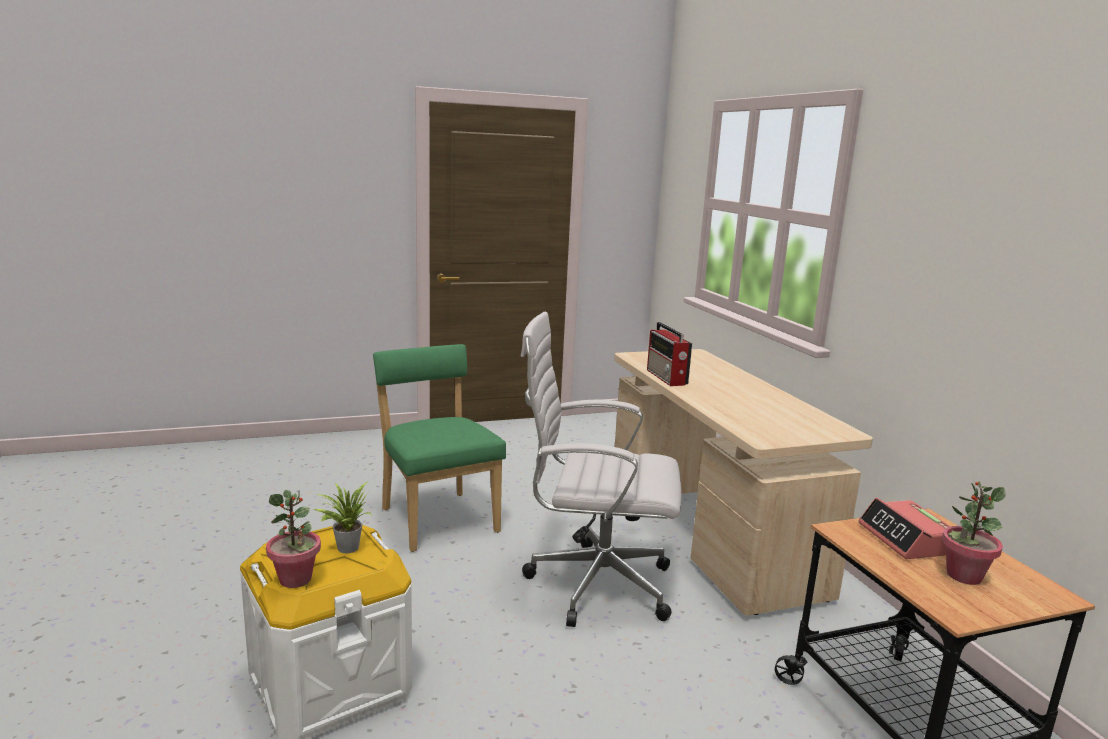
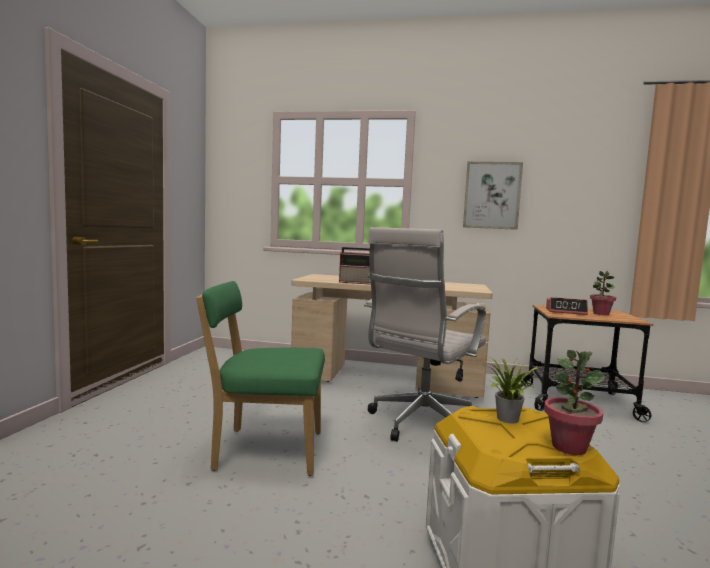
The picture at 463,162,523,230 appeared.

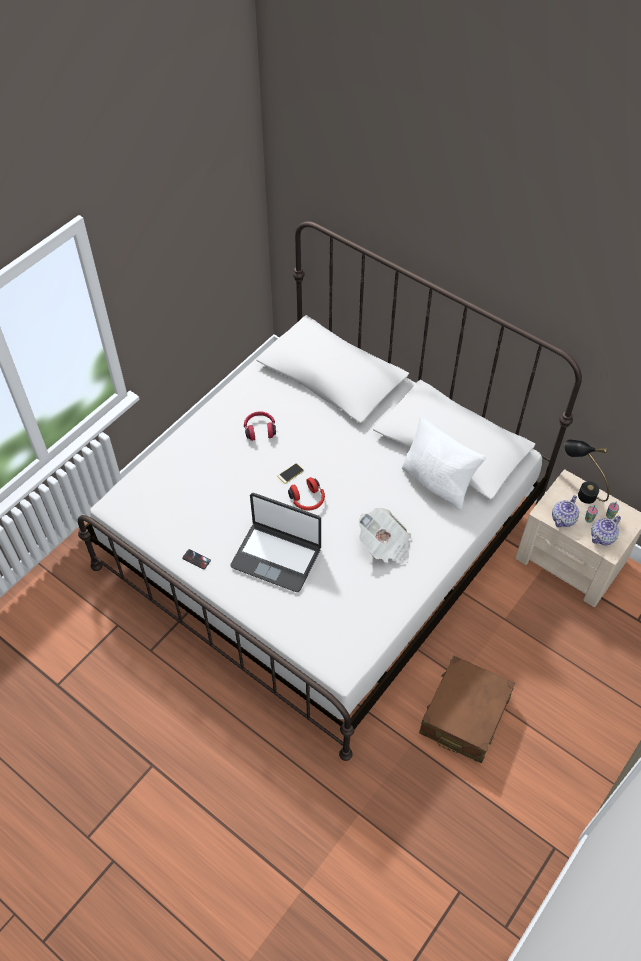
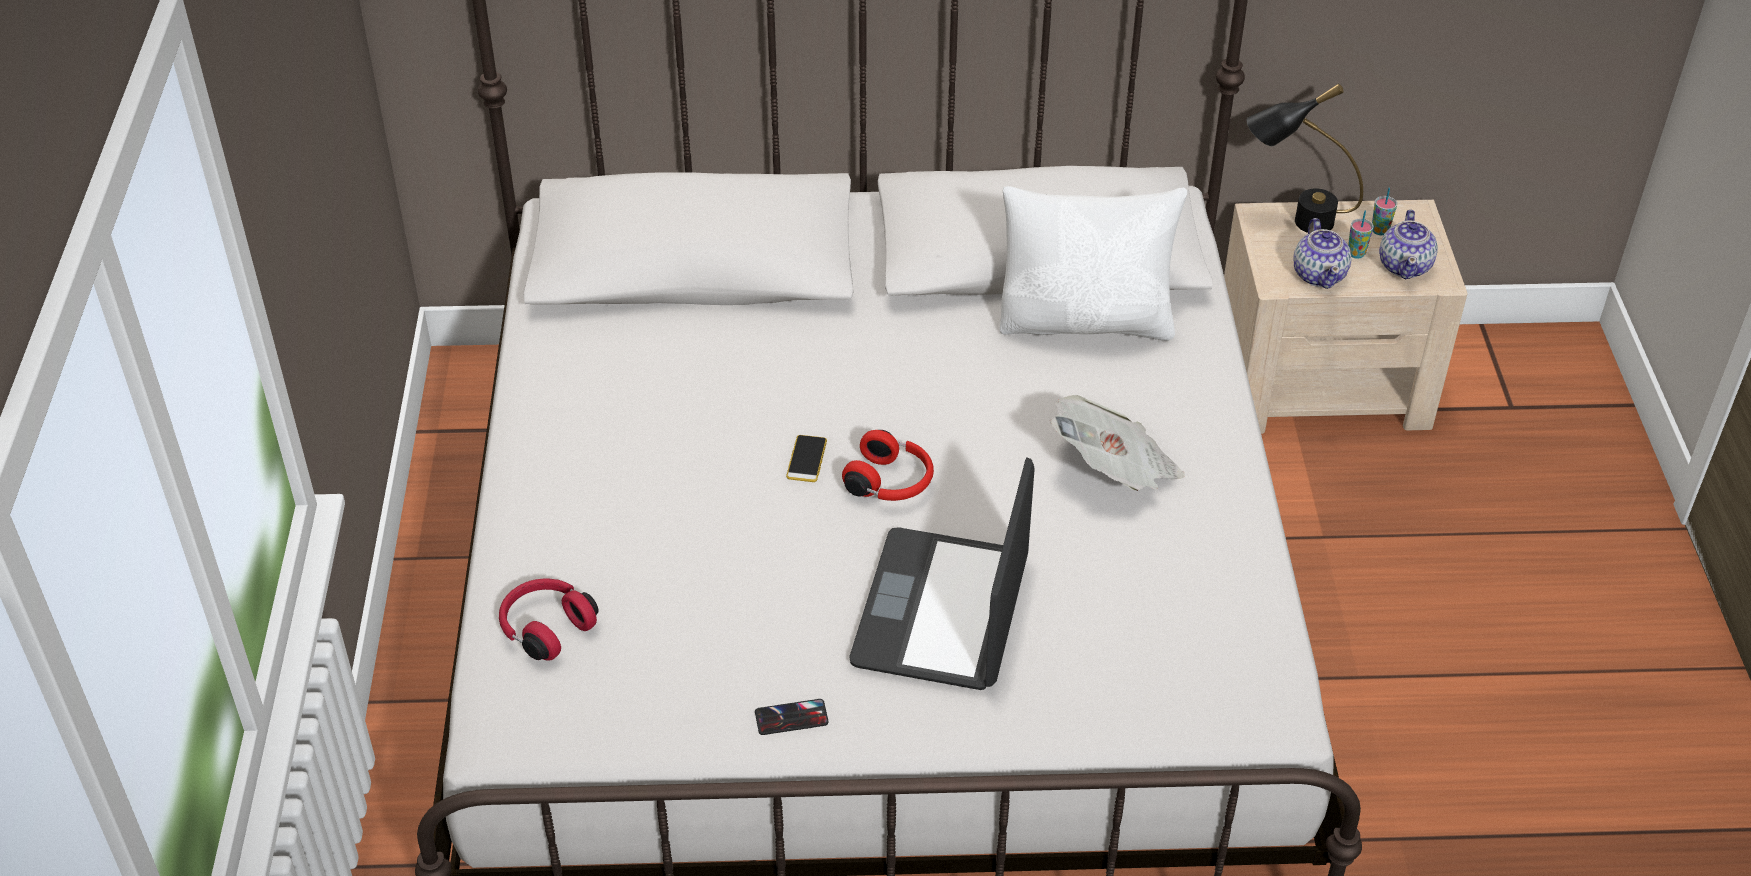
The headphones in red moved from 244,411,276,441 to 499,579,598,661.
The laptop at 230,493,321,592 turned 120 degrees clockwise.
The suitcase in brown at 419,656,515,763 disappeared.

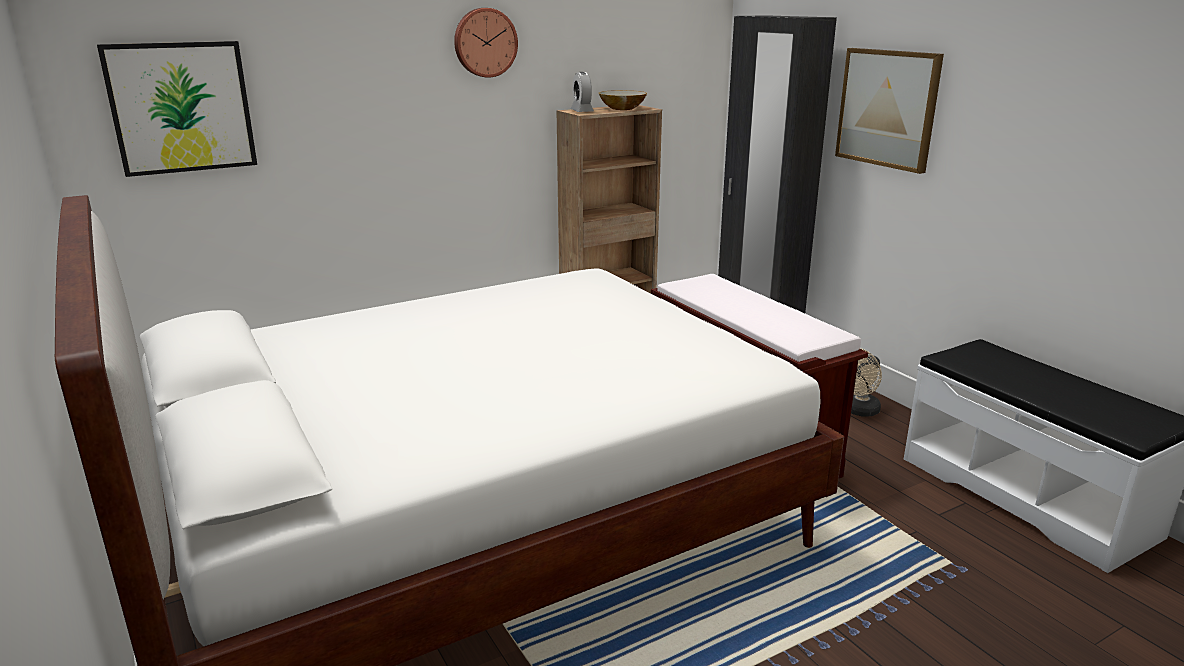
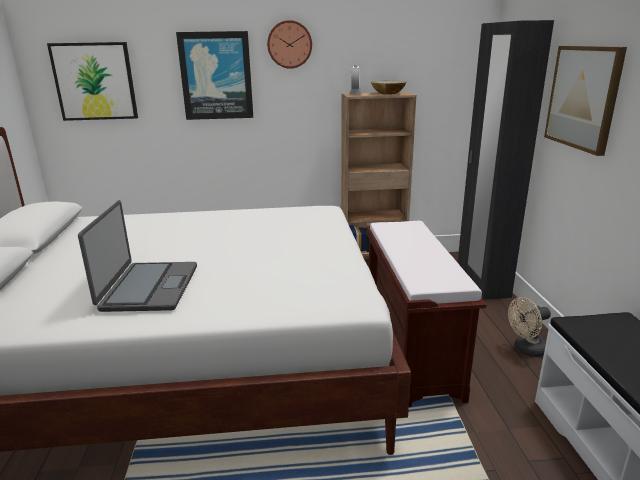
The picture at 176,31,253,120 appeared.
The laptop at 78,200,197,312 appeared.

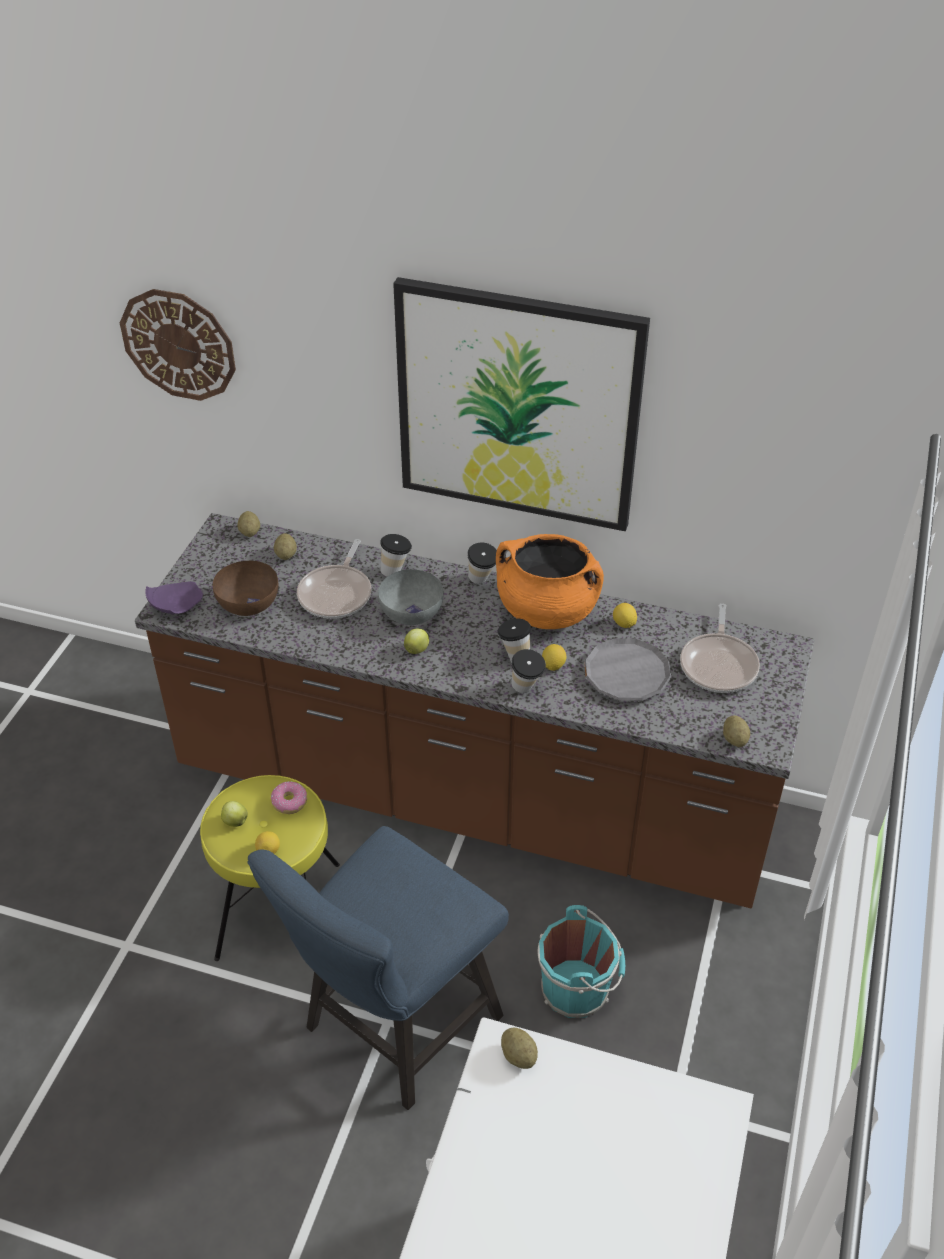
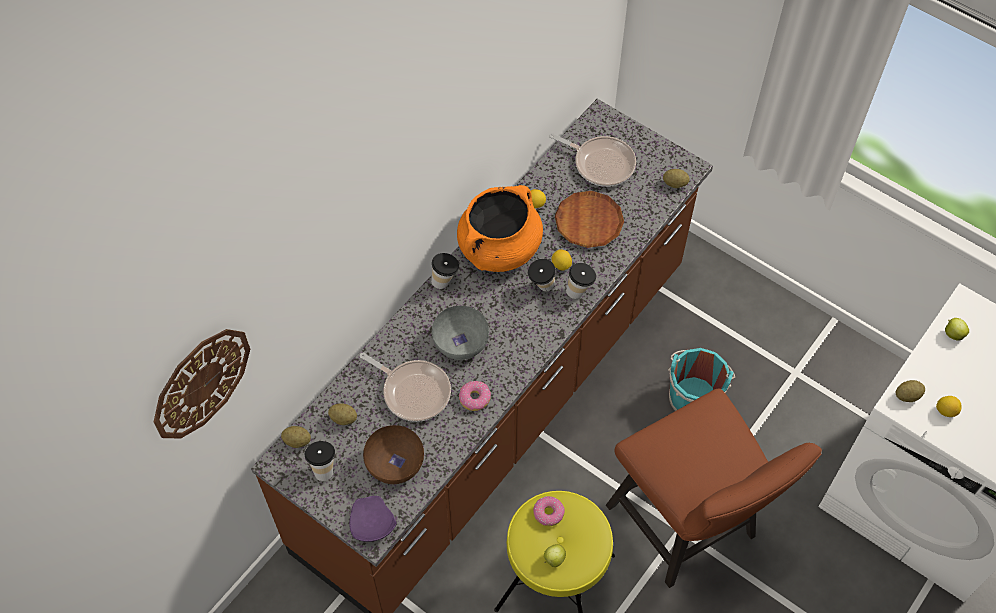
The picture at 393,277,650,531 disappeared.
The cup moved from 380,534,412,577 to 305,441,335,481.
The apple moved from 404,628,429,654 to 945,318,969,341.
The plate in grey at 584,638,672,701 became the plate in brown at 555,191,624,248.
The chair in blue at 248,826,509,1110 became the chair in brown at 606,388,822,588.
The lemon moved from 255,831,280,854 to 936,396,961,417.
The donut at 459,381,491,411 appeared.

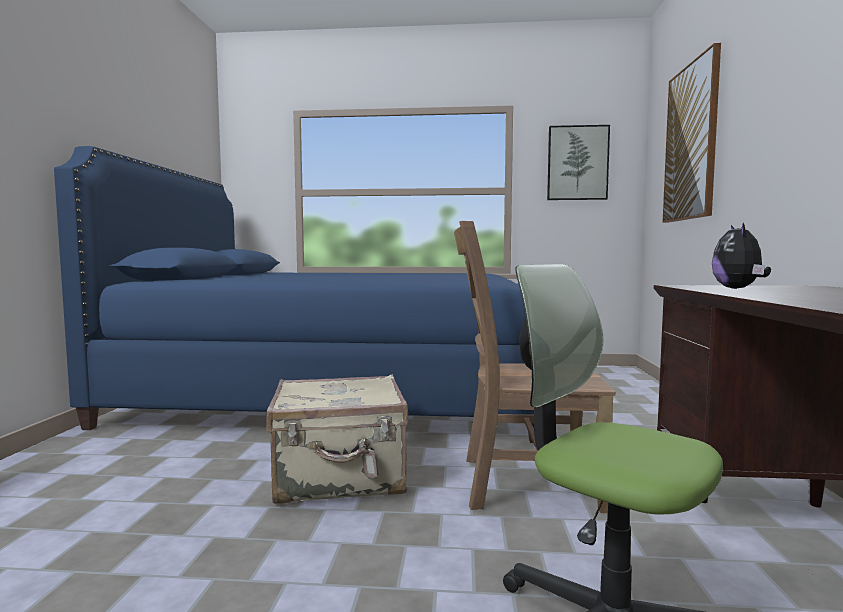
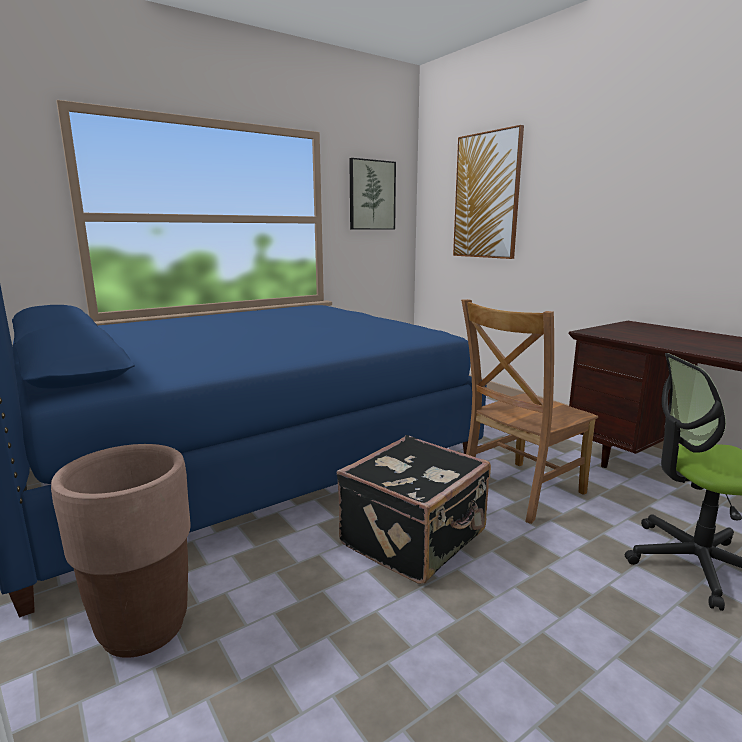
The plush toy at 712,223,771,289 disappeared.
The suitcase in beige at 266,375,408,504 became the suitcase in black at 337,435,491,584.
The planter in brown at 51,444,190,658 appeared.

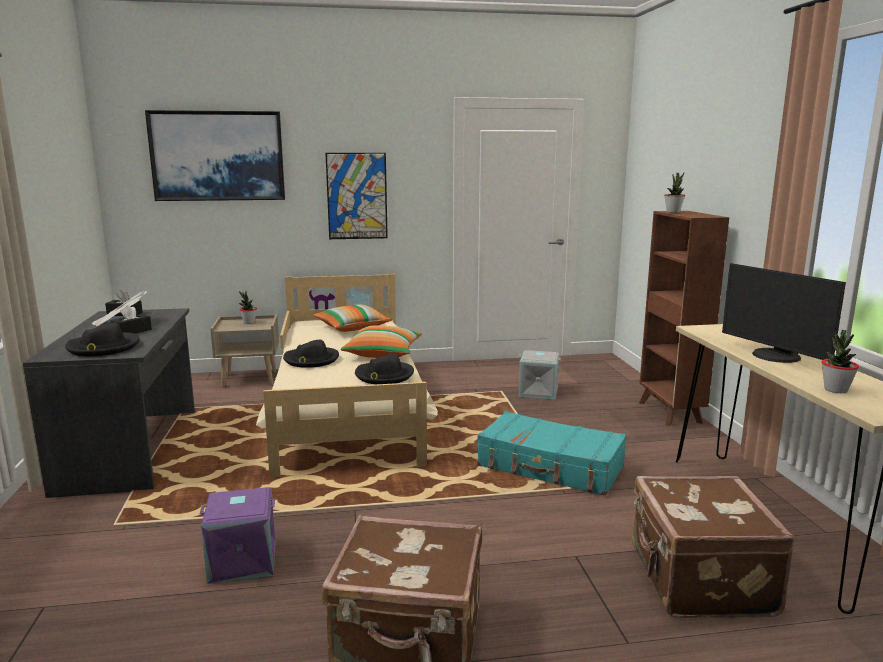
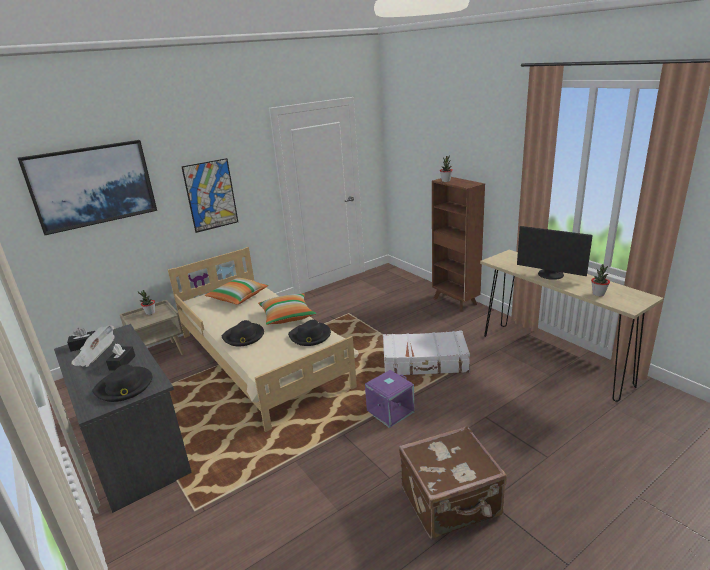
The storage box in grey at 518,350,561,400 disappeared.
The suitcase in turquoise at 477,411,626,496 became the suitcase in white at 383,330,470,375.
The suitcase in brown at 632,476,795,618 disappeared.
The storage box in purple moved from 200,487,275,584 to 365,370,415,428.

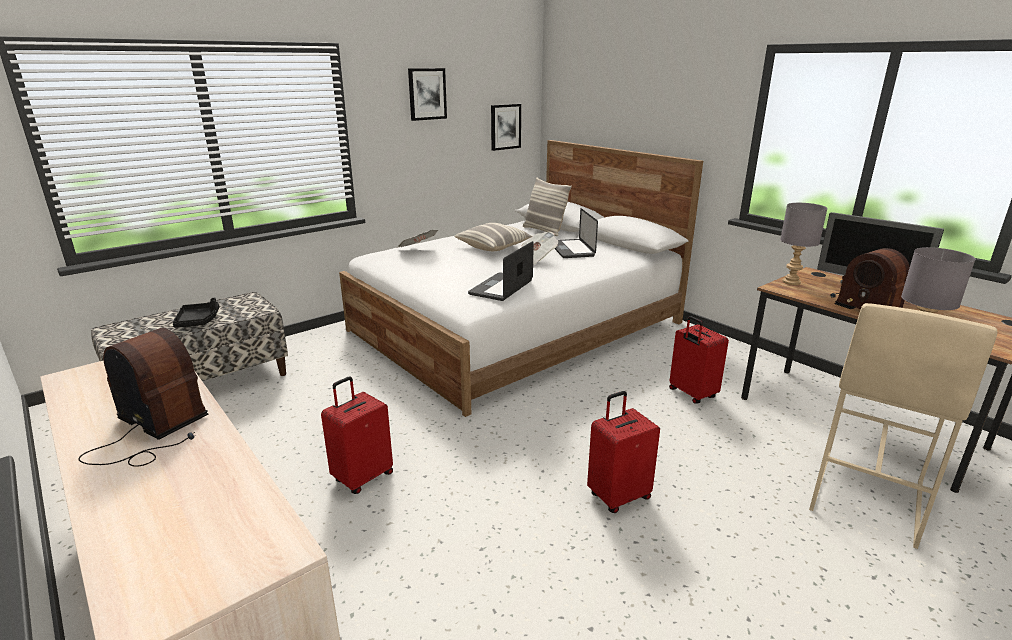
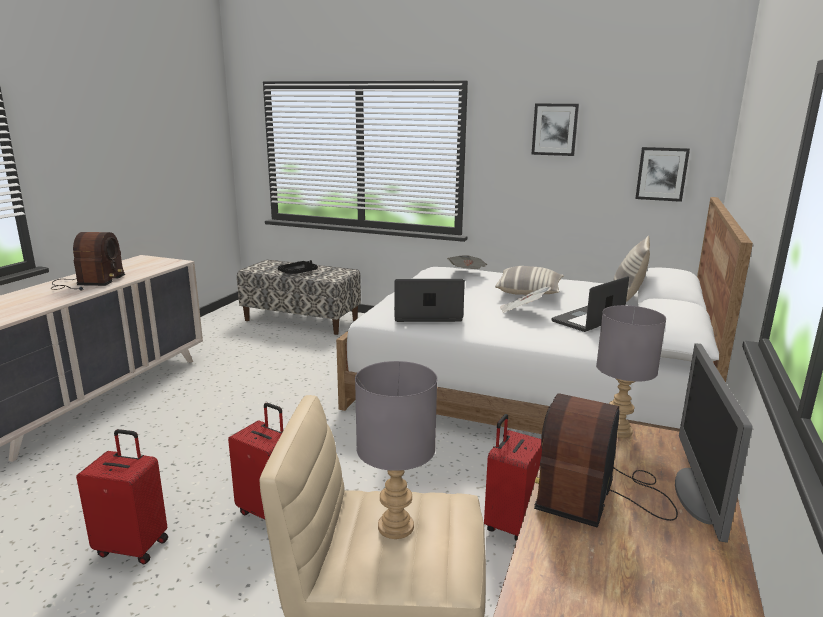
The suitcase in red moved from 321,377,393,494 to 76,429,168,564.

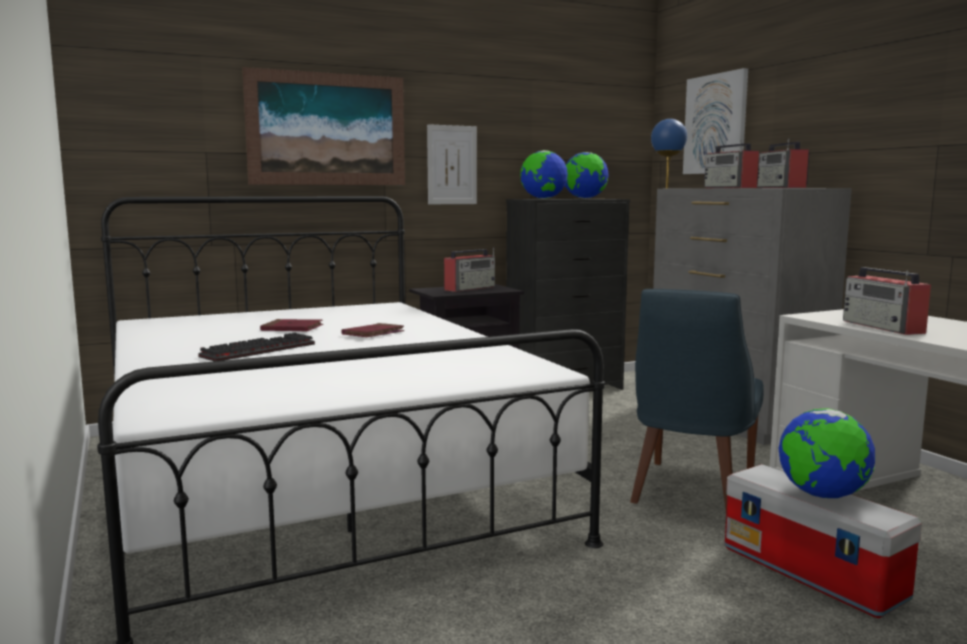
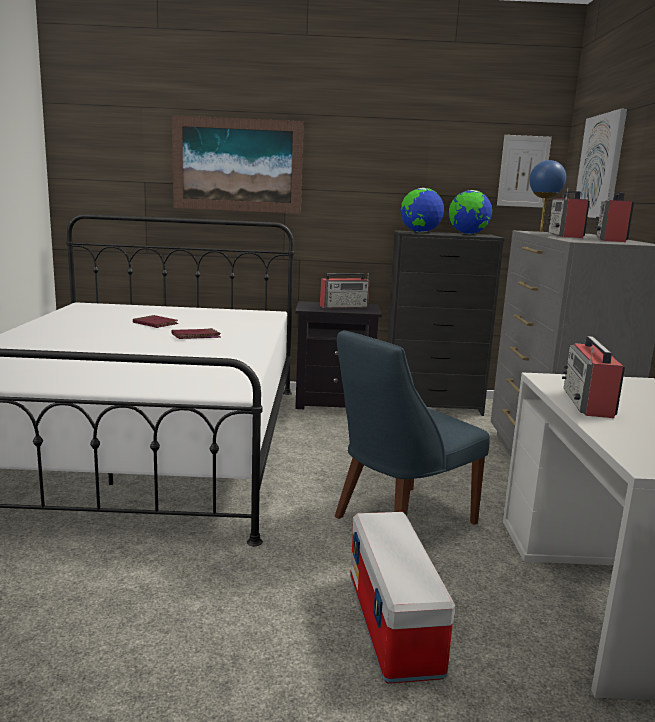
The picture moved from 427,124,477,204 to 497,135,552,208.
The keyboard at 198,333,315,361 disappeared.
The globe at 778,408,875,498 disappeared.

